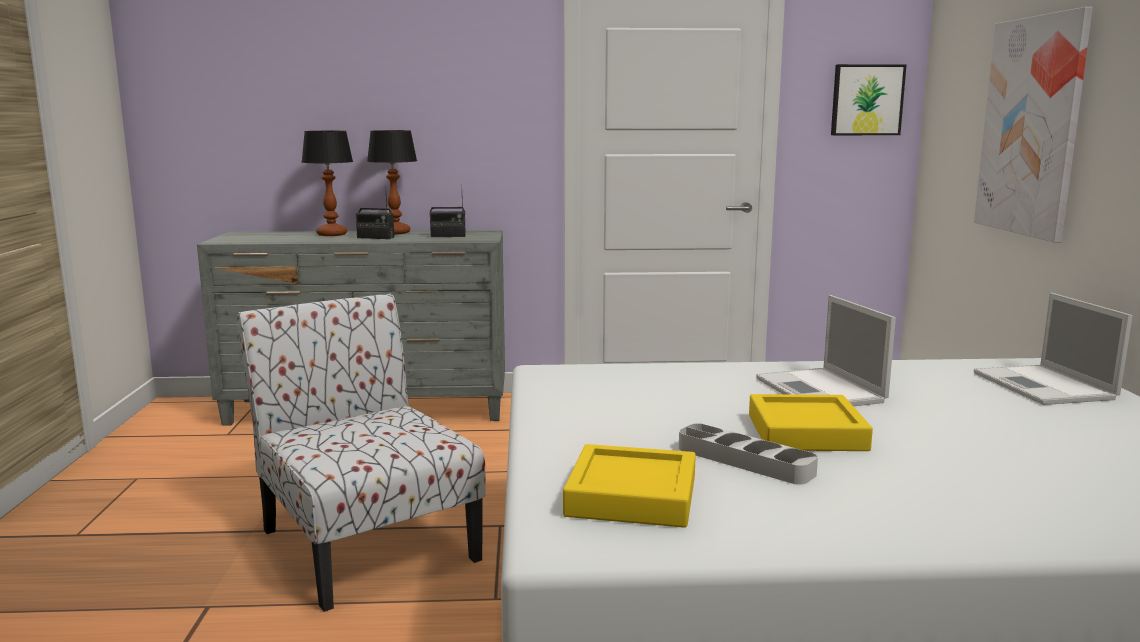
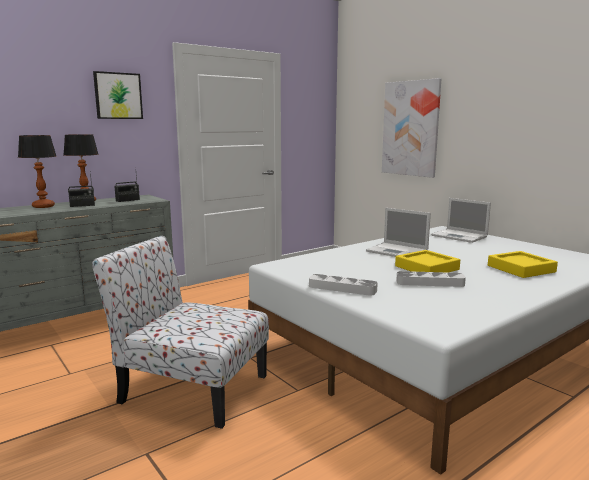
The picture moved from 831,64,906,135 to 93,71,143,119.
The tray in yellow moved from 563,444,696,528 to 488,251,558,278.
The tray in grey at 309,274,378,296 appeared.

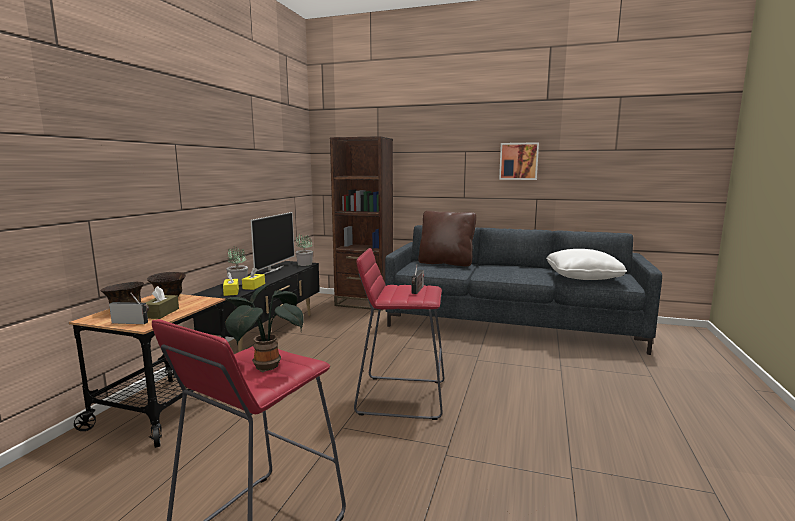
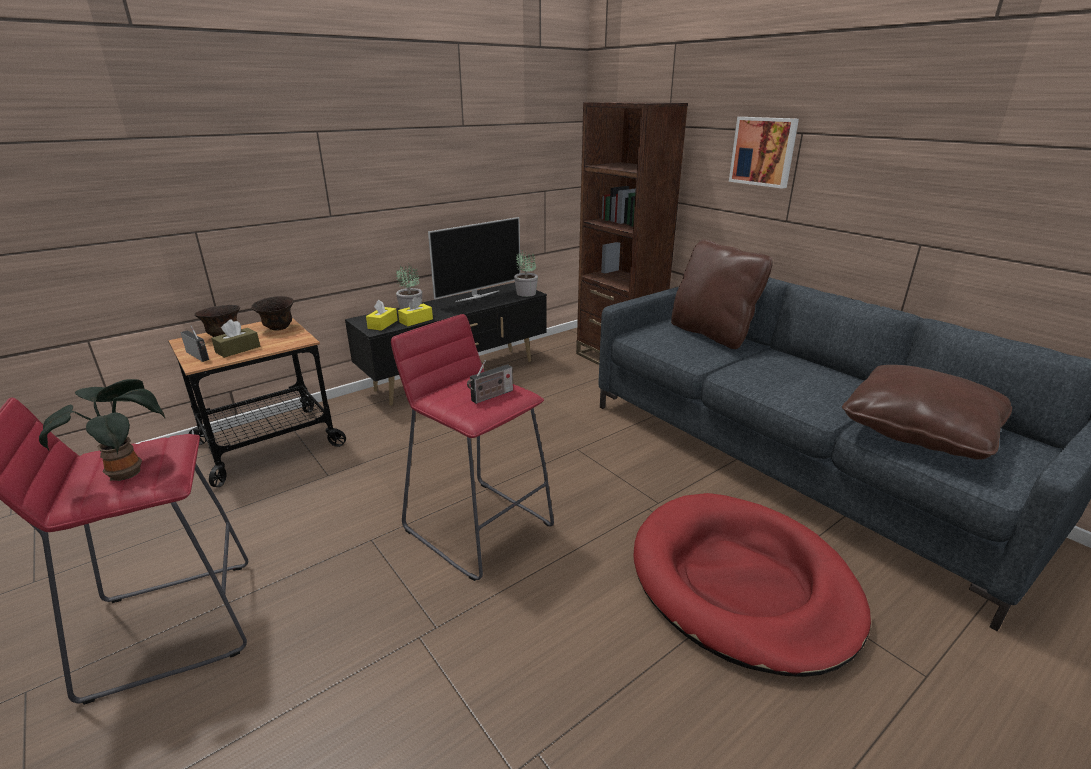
The picture moved from 499,142,539,180 to 729,117,799,189.
The pillow in white at 546,249,627,280 became the pillow in brown at 842,365,1012,460.
The dog bed in red at 633,493,871,677 appeared.

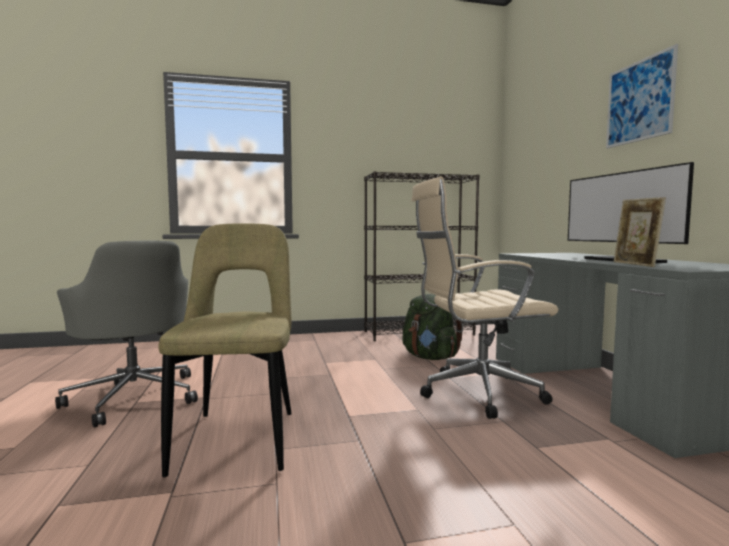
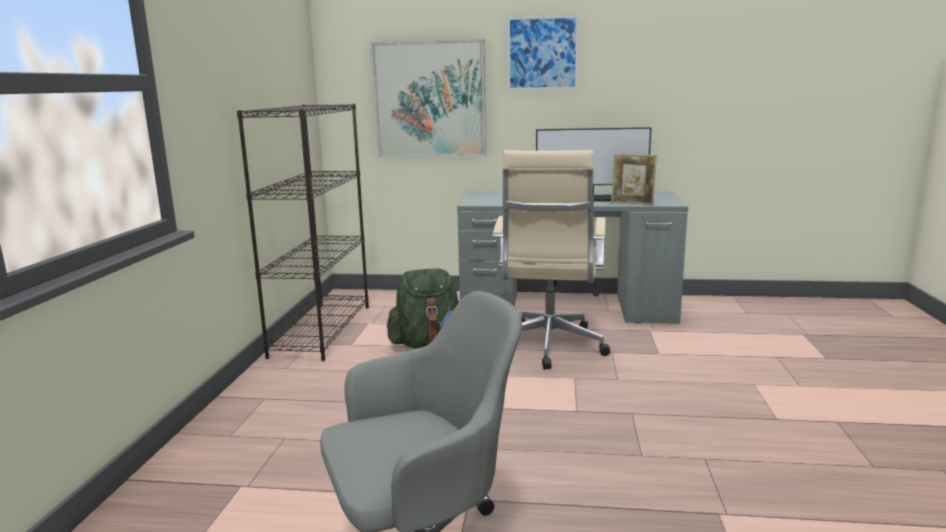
The chair in beige at 158,223,292,477 disappeared.
The picture at 371,39,486,157 appeared.

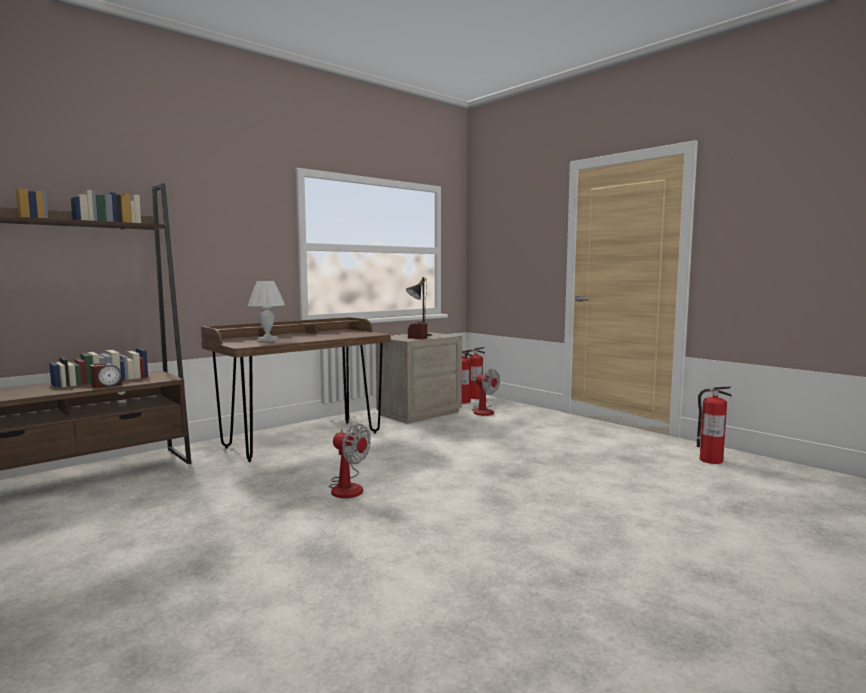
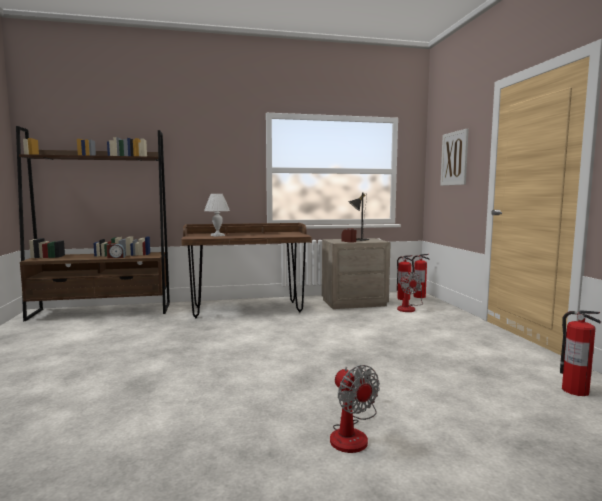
The fan moved from 329,424,371,498 to 330,365,380,453.
The picture at 440,128,469,186 appeared.

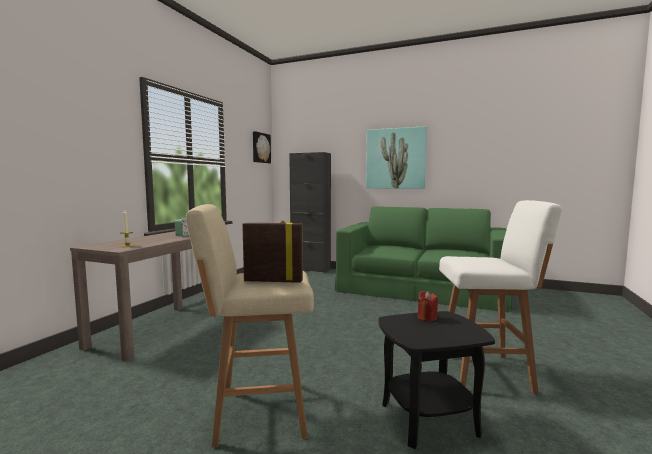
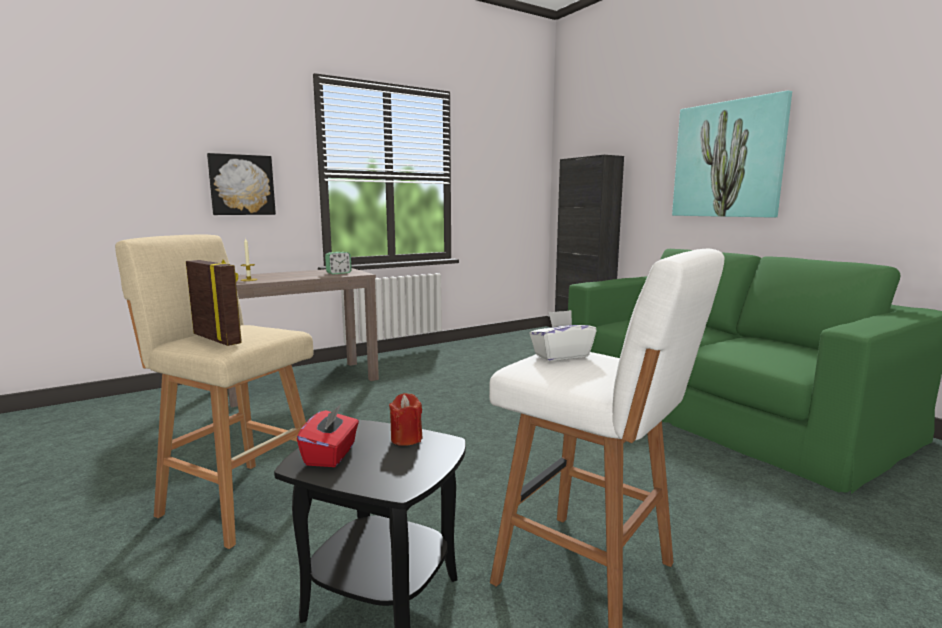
The picture moved from 253,131,271,163 to 207,153,276,215.
The tissue box in white at 529,310,597,361 appeared.
The tissue box in red at 297,404,359,467 appeared.

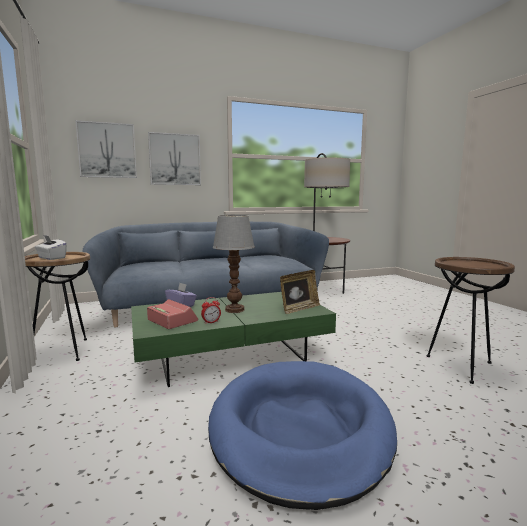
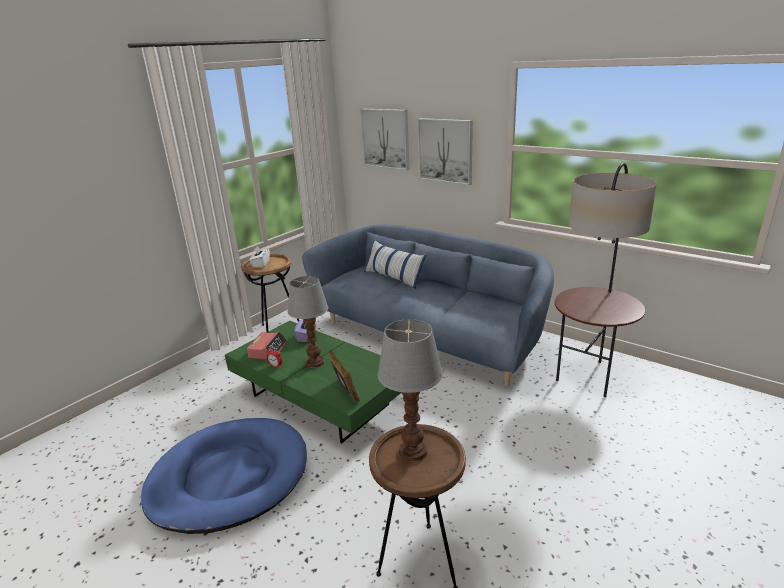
The picture frame at 280,270,320,314 turned 135 degrees counterclockwise.
The pillow at 364,240,426,289 appeared.
The table lamp at 377,319,443,462 appeared.

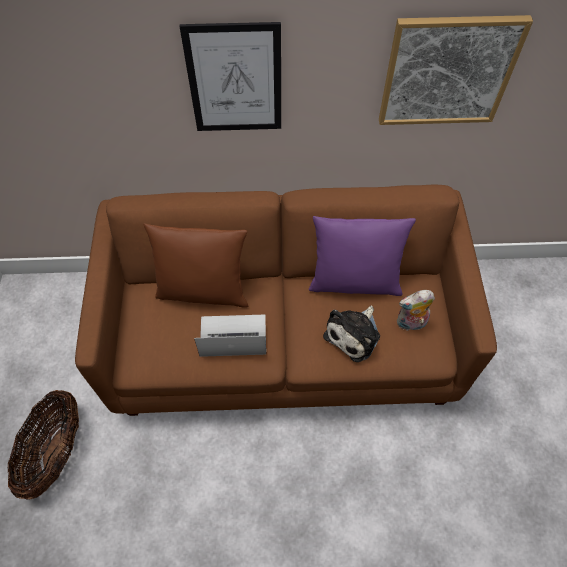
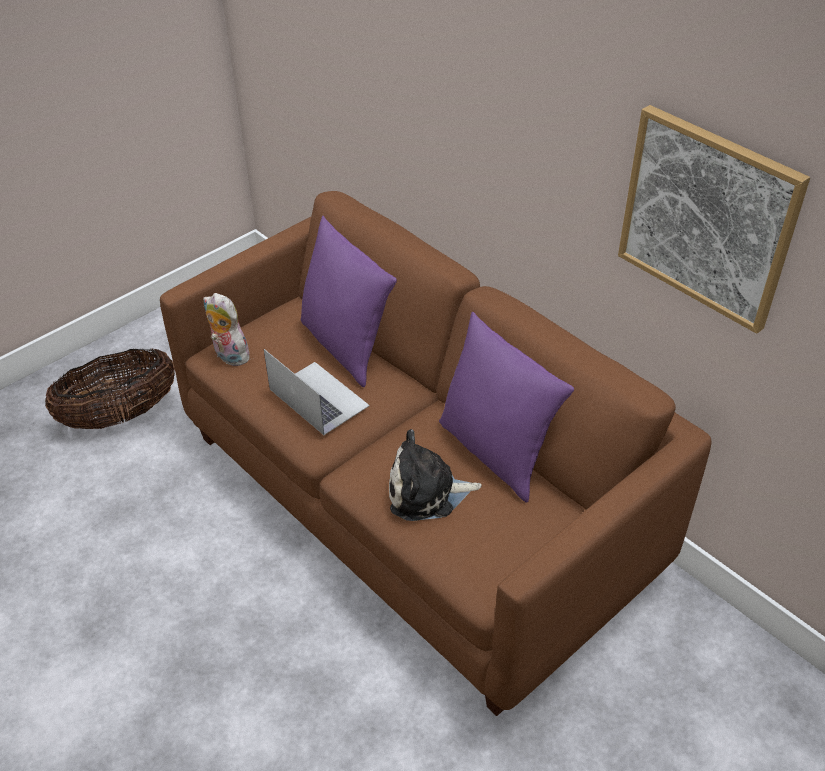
The picture at 180,22,281,131 disappeared.
The pillow in brown at 143,223,248,308 became the pillow in purple at 301,215,397,387.
The plush toy moved from 397,290,435,331 to 203,293,250,366.

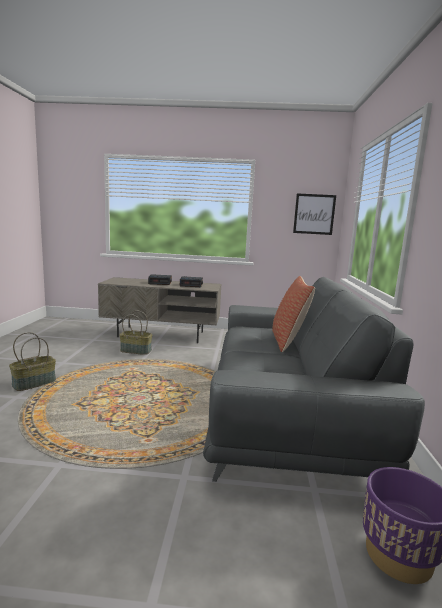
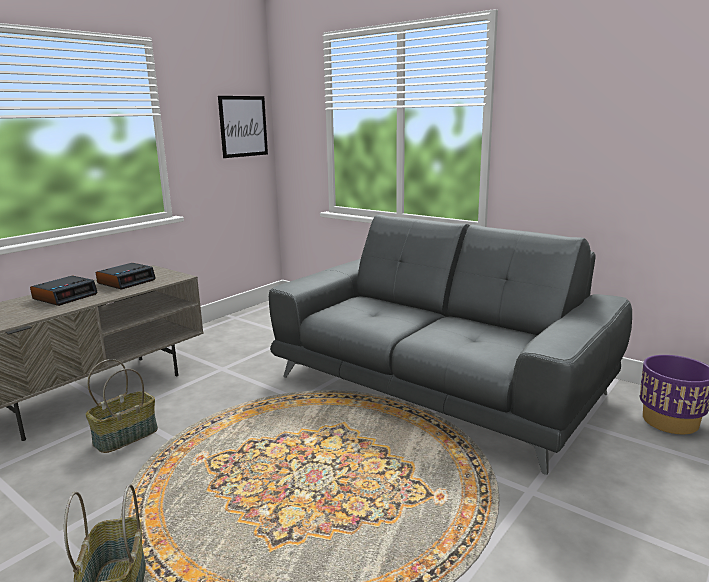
The pillow at 272,276,315,352 disappeared.

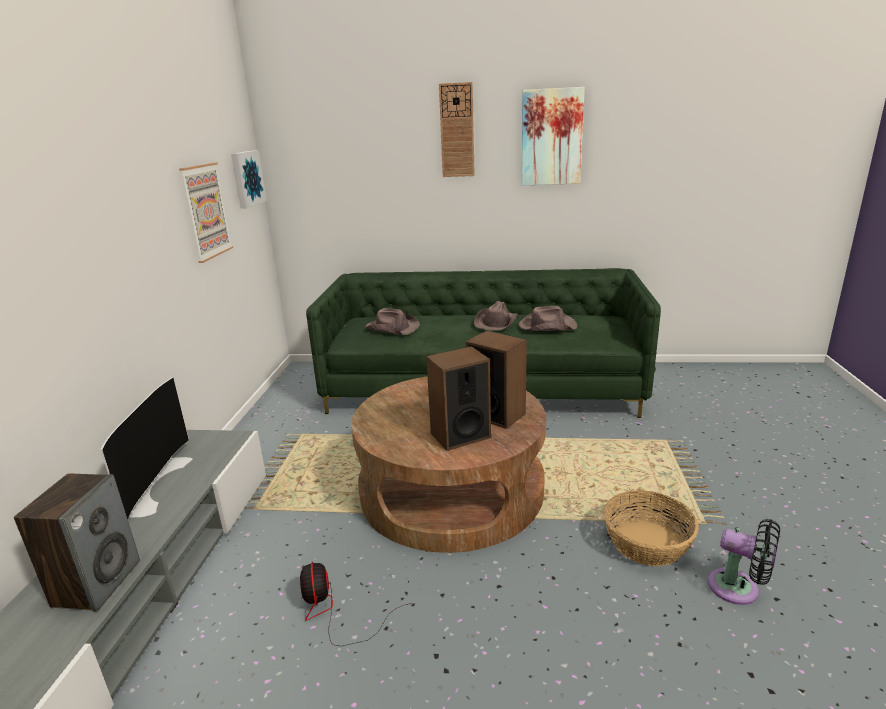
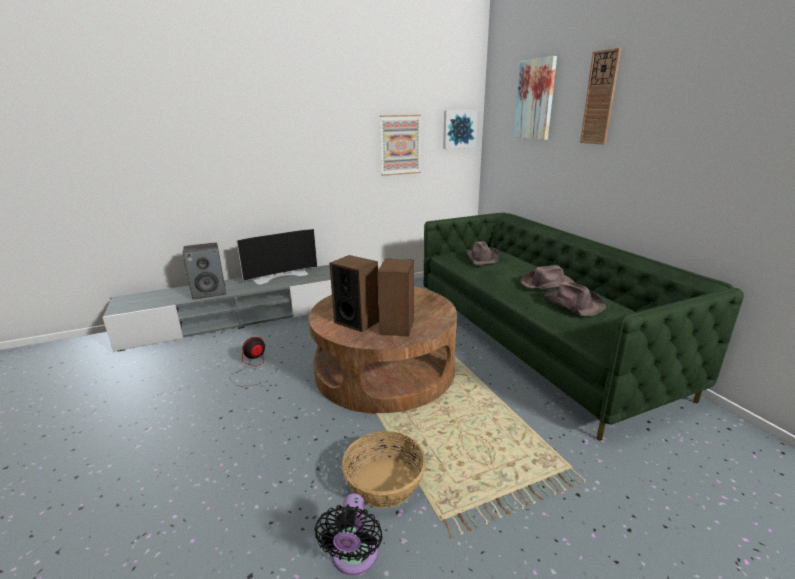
The picture moved from 522,87,585,186 to 514,56,557,140.

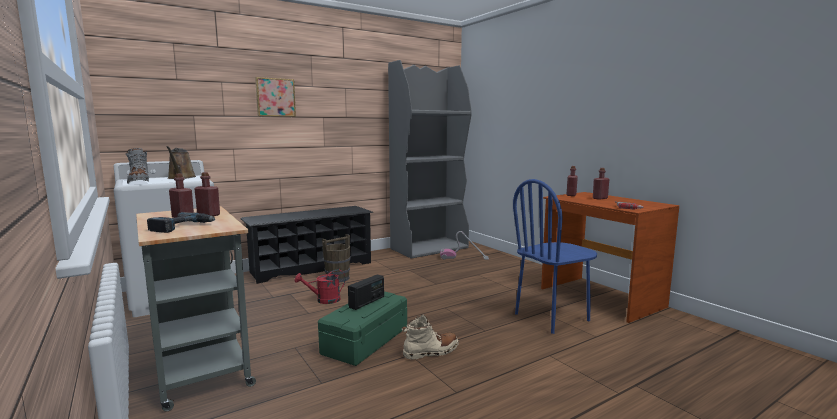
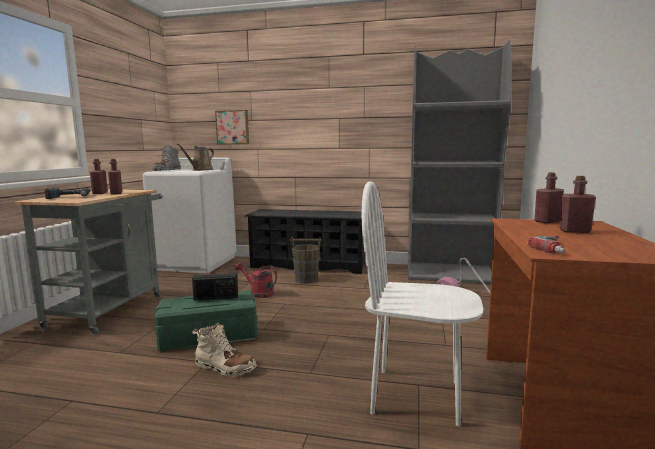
The picture moved from 255,77,296,117 to 215,110,249,144.
The chair in blue at 513,179,597,334 became the chair in white at 362,181,484,426.

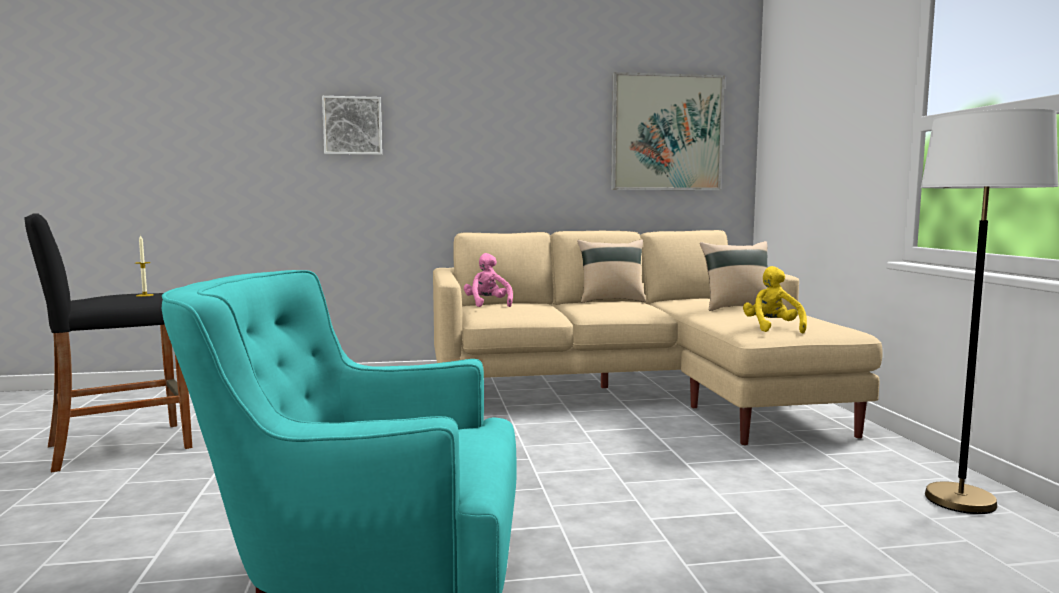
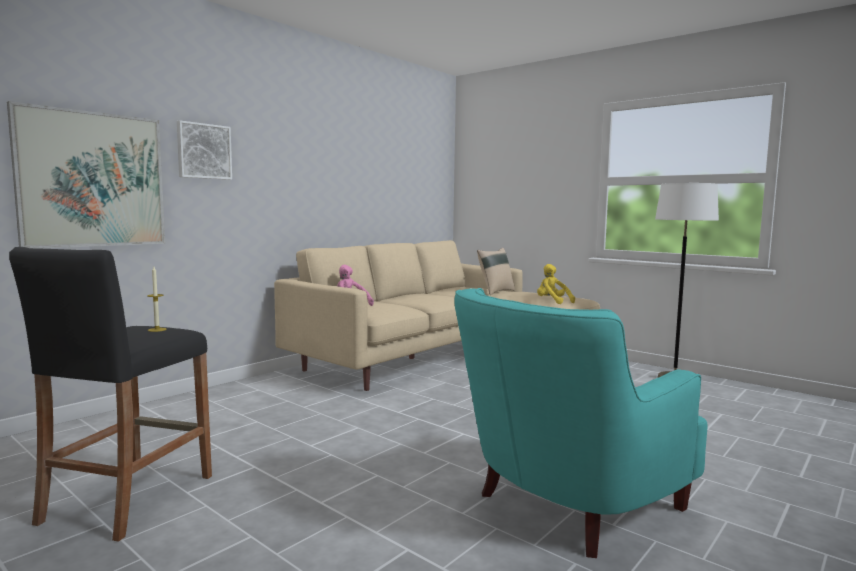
The picture moved from 611,72,725,190 to 7,101,165,248.
The pillow in beige at 577,239,646,303 disappeared.

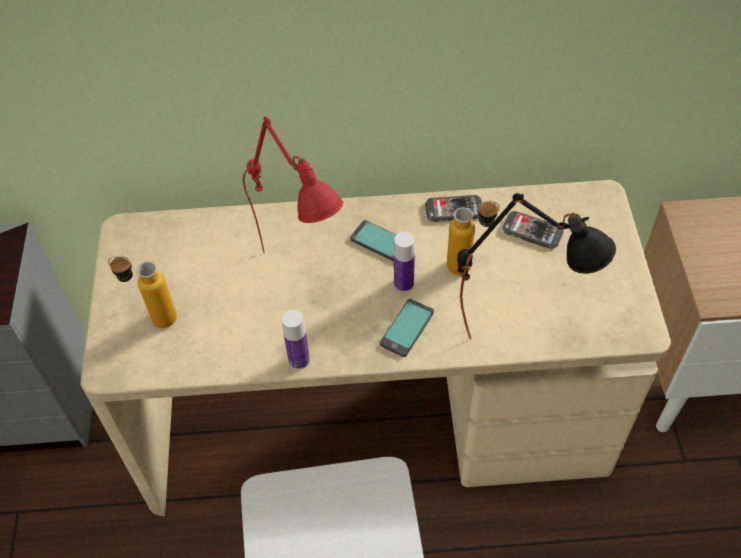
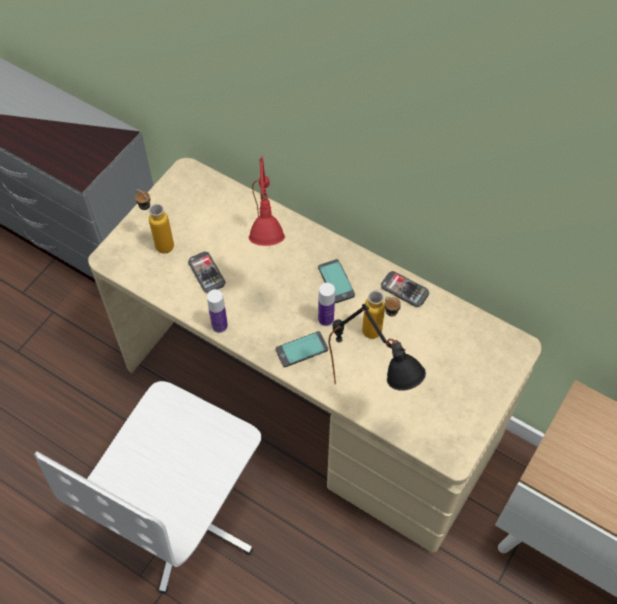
The phone moved from 502,211,563,249 to 188,252,226,293.

